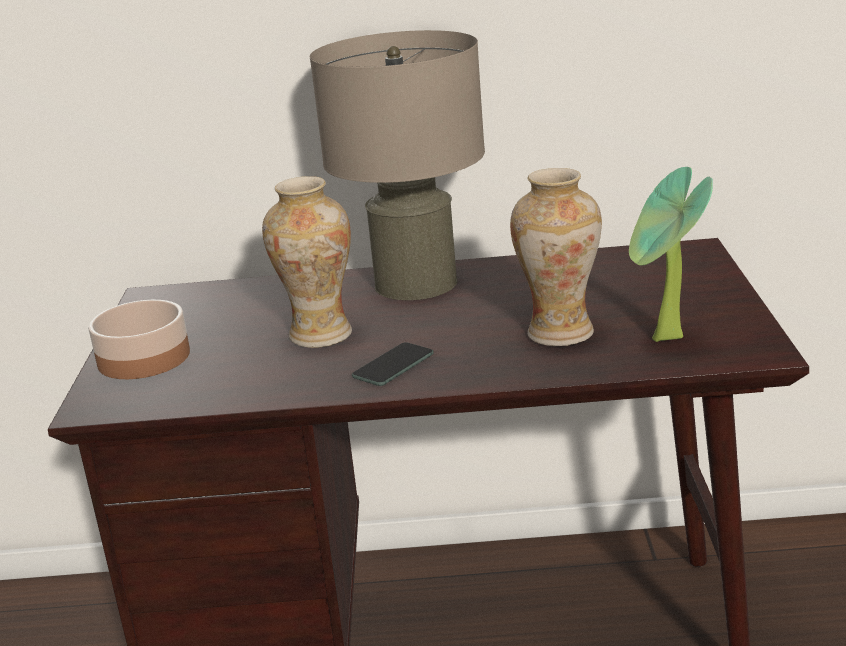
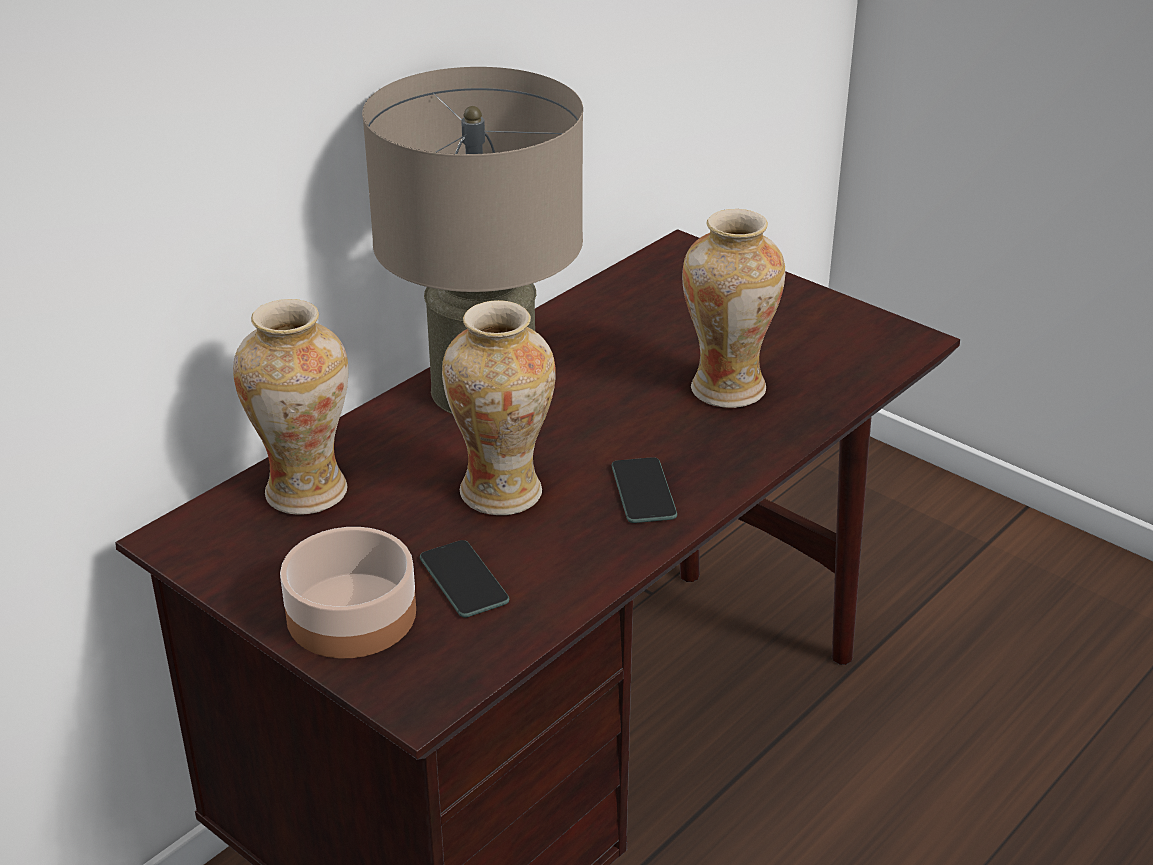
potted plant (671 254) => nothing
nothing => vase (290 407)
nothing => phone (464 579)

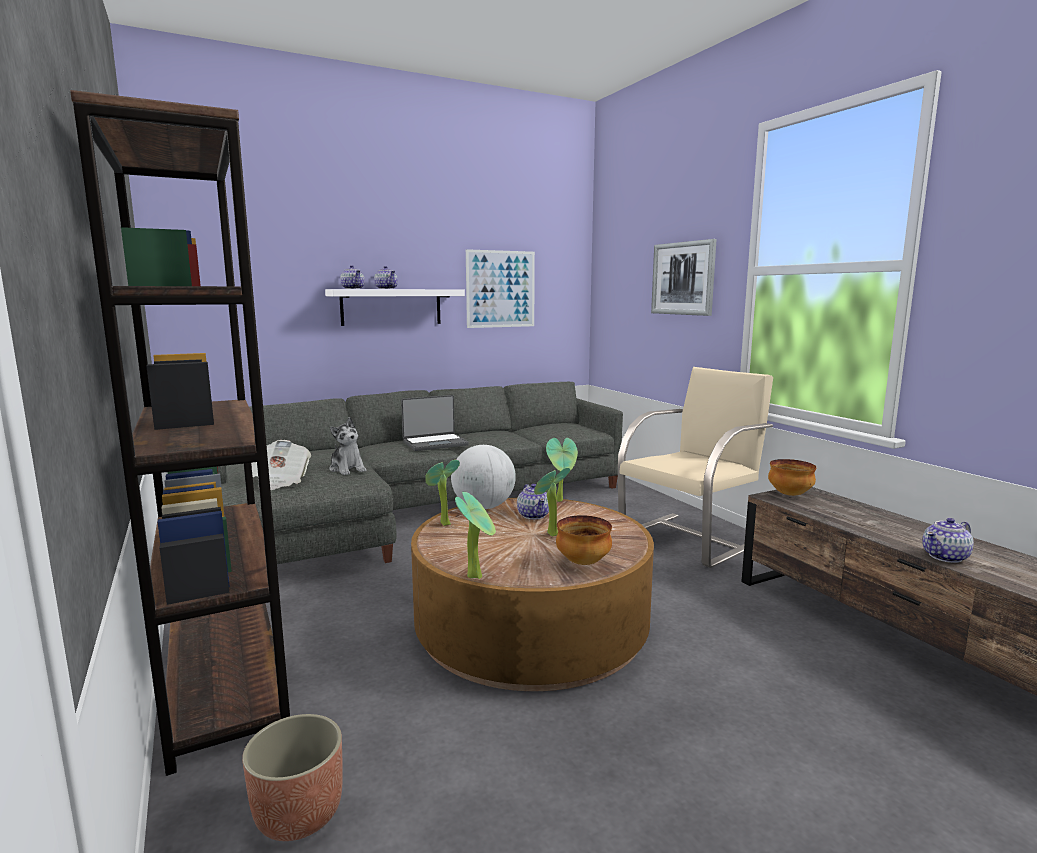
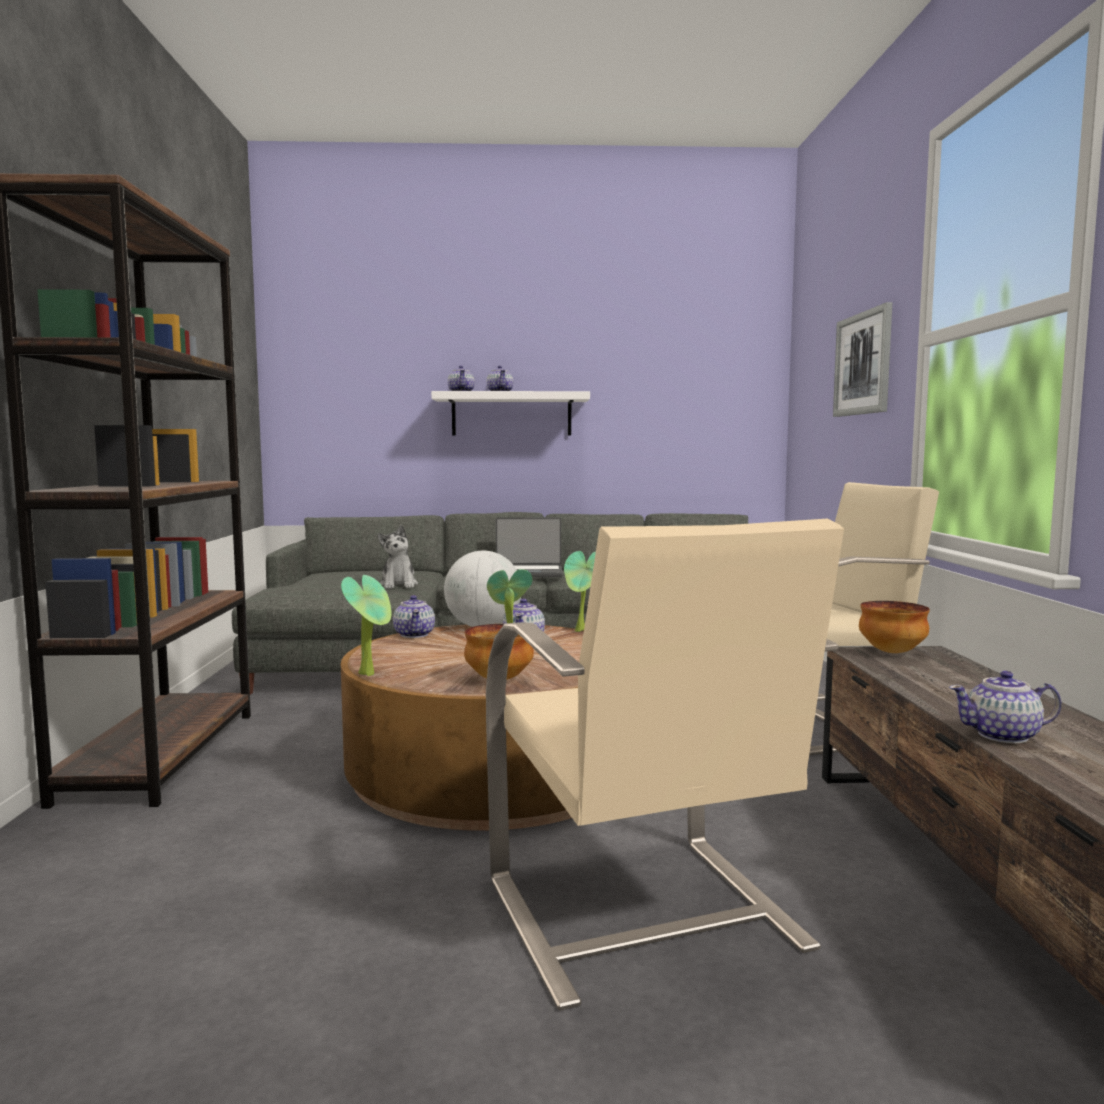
planter (292 777) => nothing
newspaper (281 465) => nothing
picture (500 288) => nothing
nothing => beige armchair (665 765)
potted plant (442 493) => teapot (414 616)

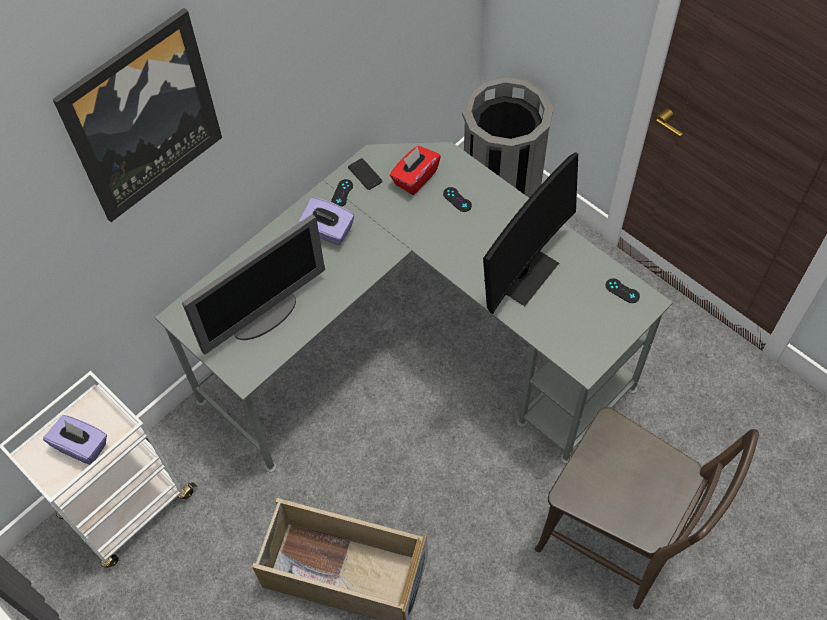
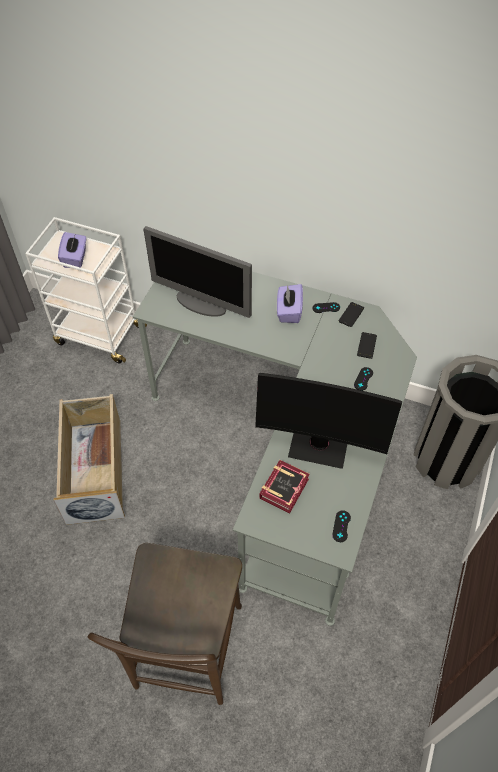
picture (137 115) => nothing
nothing => book (284 486)
red tissue box (415 170) => phone (367 345)

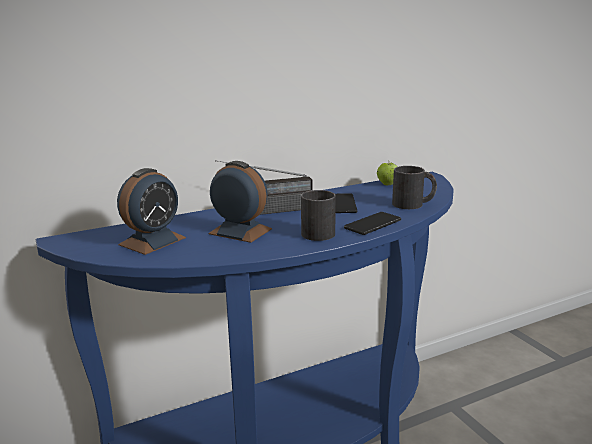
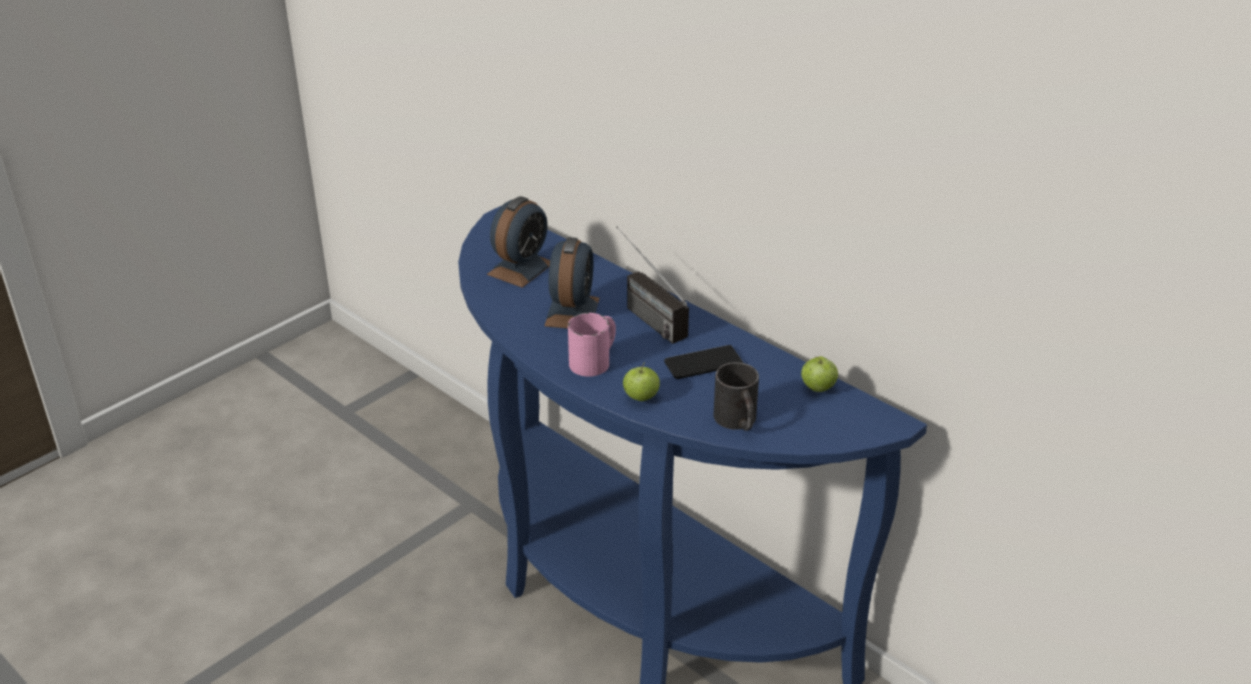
phone (372 223) => apple (641 381)
black mug (318 215) => pink mug (592 345)
alarm clock (151 211) => alarm clock (518 242), 75 degrees counterclockwise

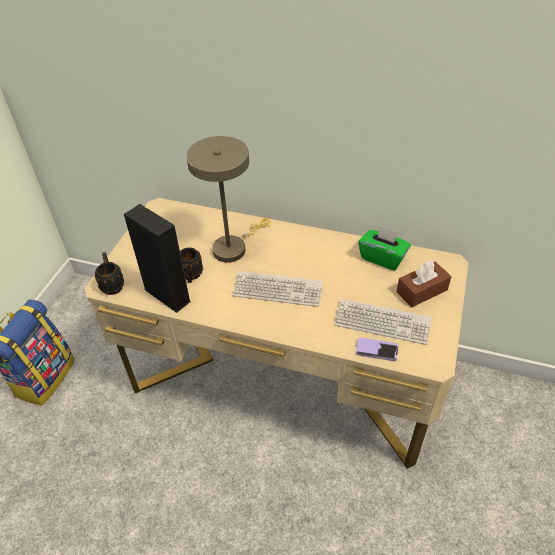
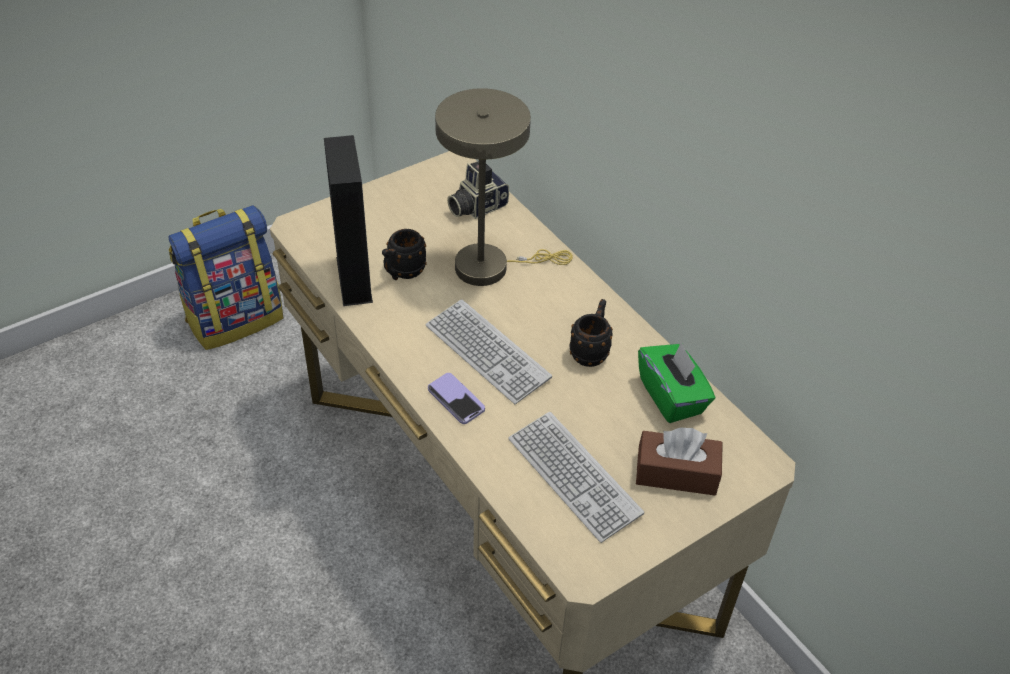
nothing => photo camera (478 190)
black mug (109 273) => black mug (591 333), move
phone (377 349) => phone (456 398), move

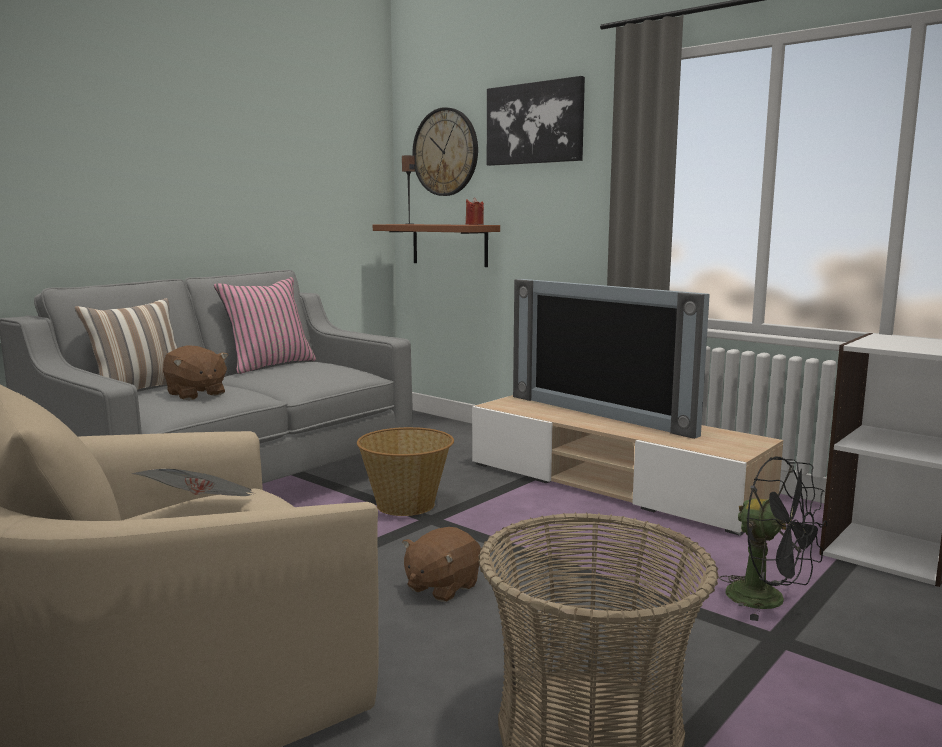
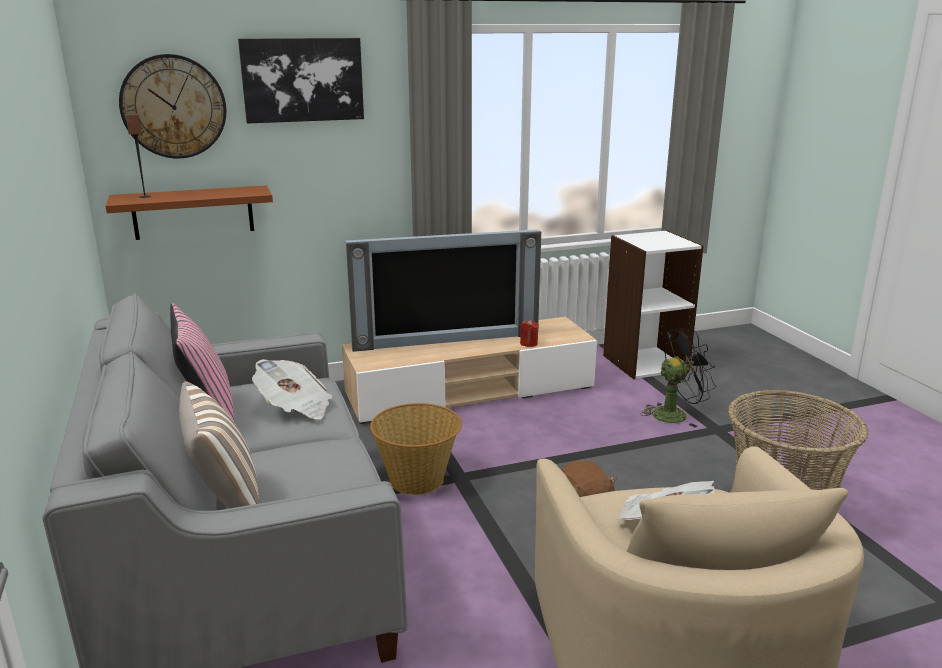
brown plush toy (195 372) => nothing
nothing => newspaper (292 389)
red candle (475 211) => red candle (529 333), move

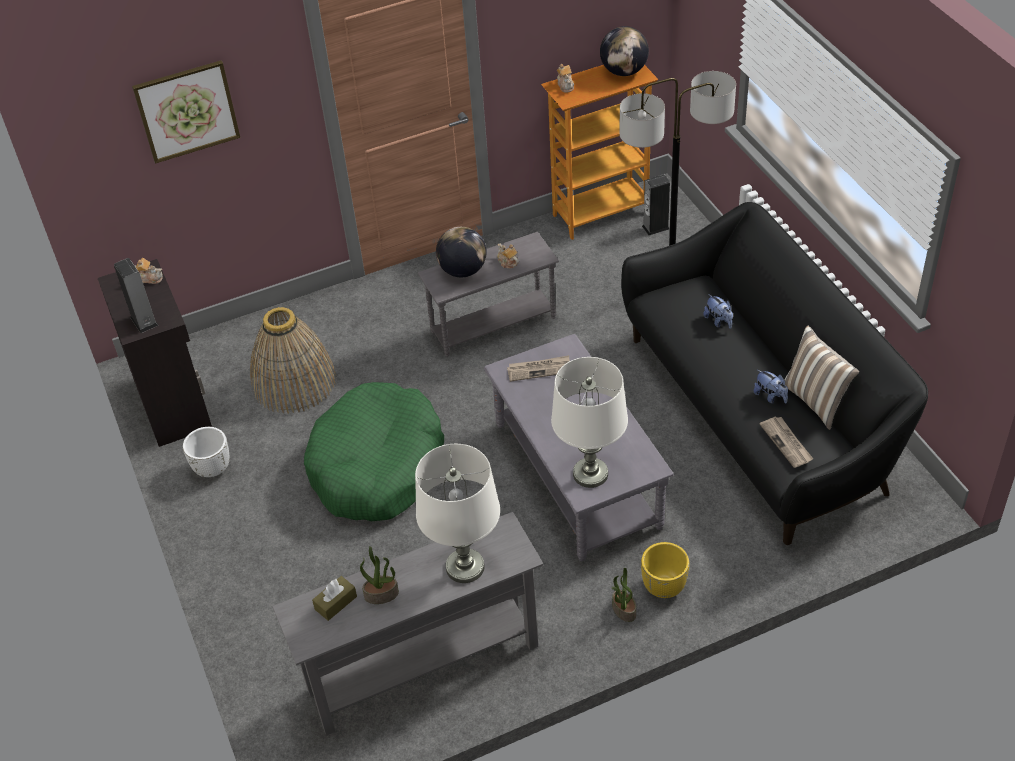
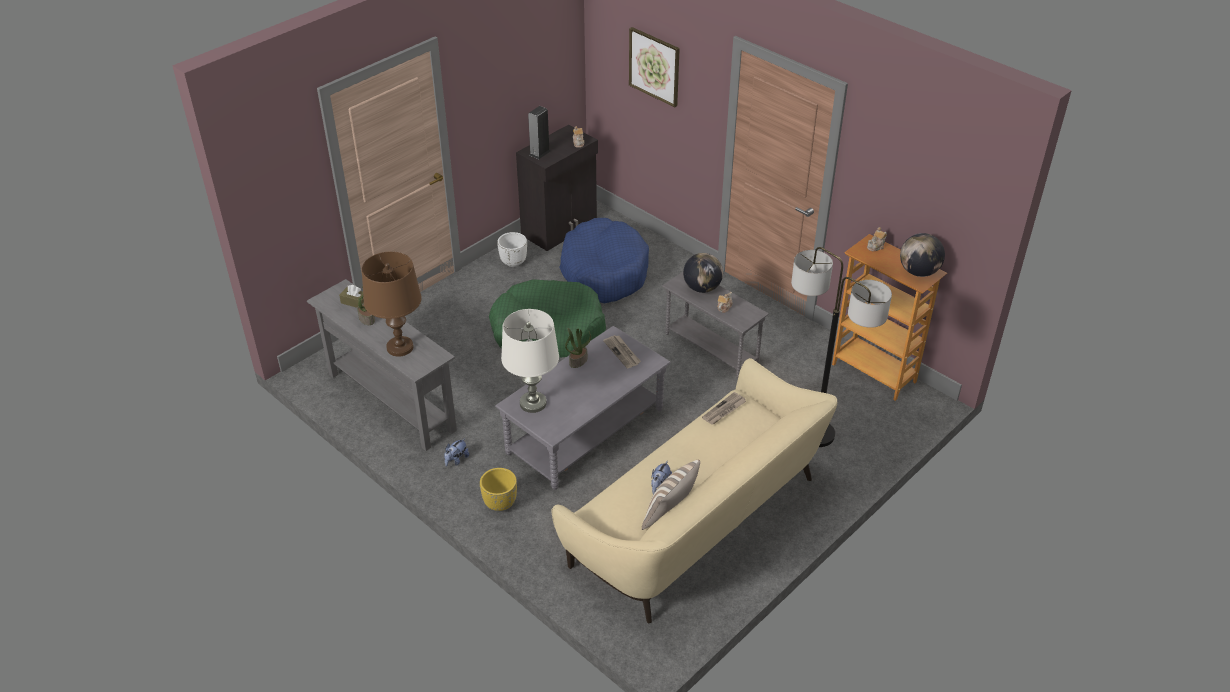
speaker (656 205) => nothing
potted plant (624 595) => potted plant (578 348), move
plush toy (718 311) => plush toy (456 452), move
newspaper (786 442) => newspaper (724 408), move
basket (293 360) => blue dog bed (604 260)
white table lamp (457 513) => brown table lamp (392 304)
black sofa (774 373) => beige sofa (694 490)

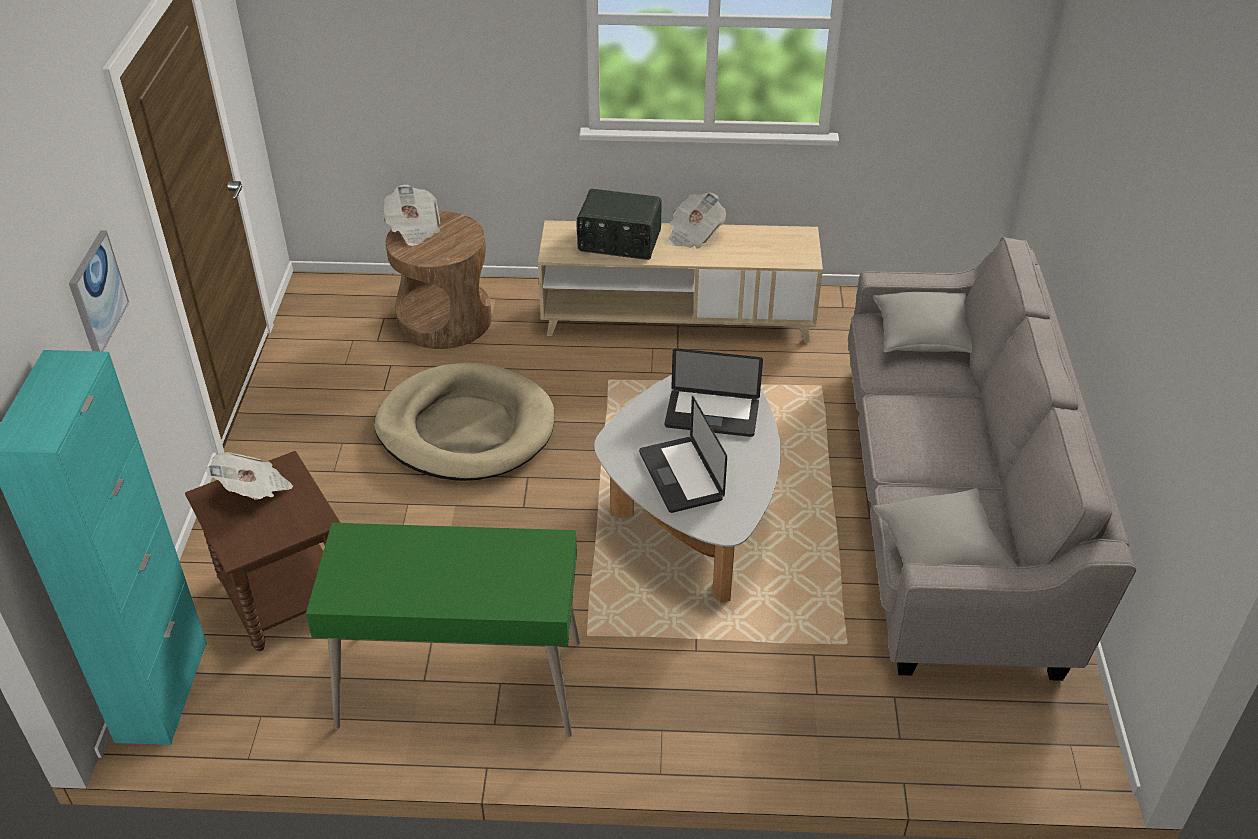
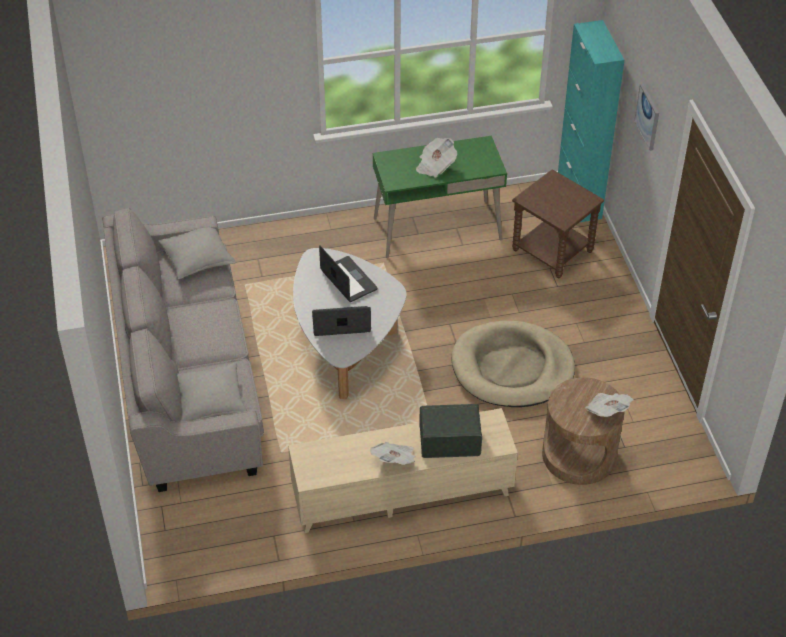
newspaper (249 476) => newspaper (436 157), move

